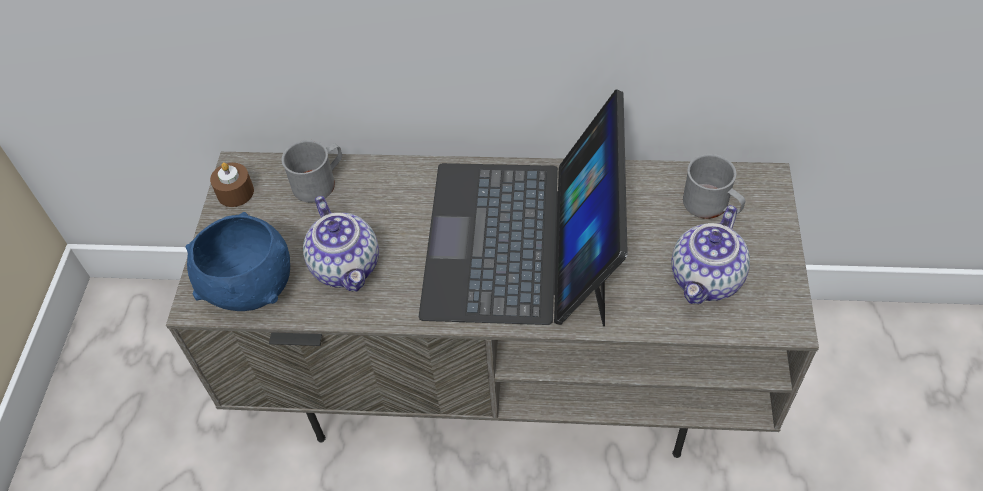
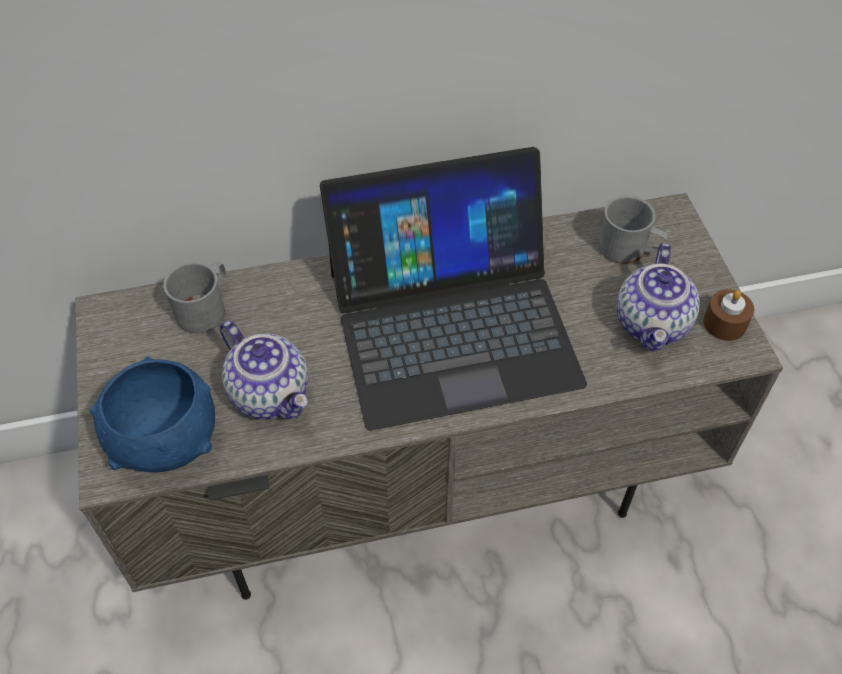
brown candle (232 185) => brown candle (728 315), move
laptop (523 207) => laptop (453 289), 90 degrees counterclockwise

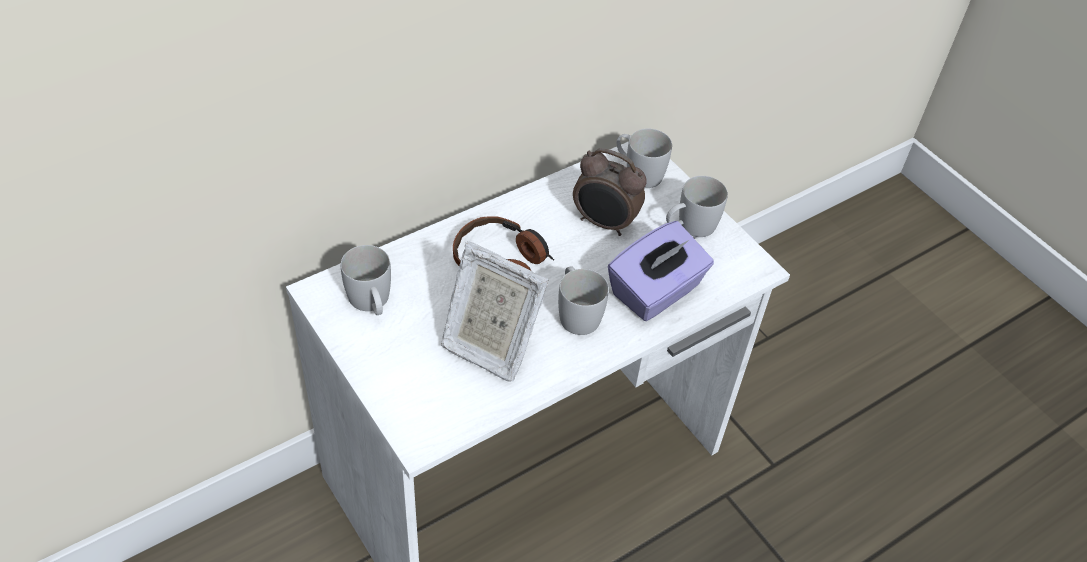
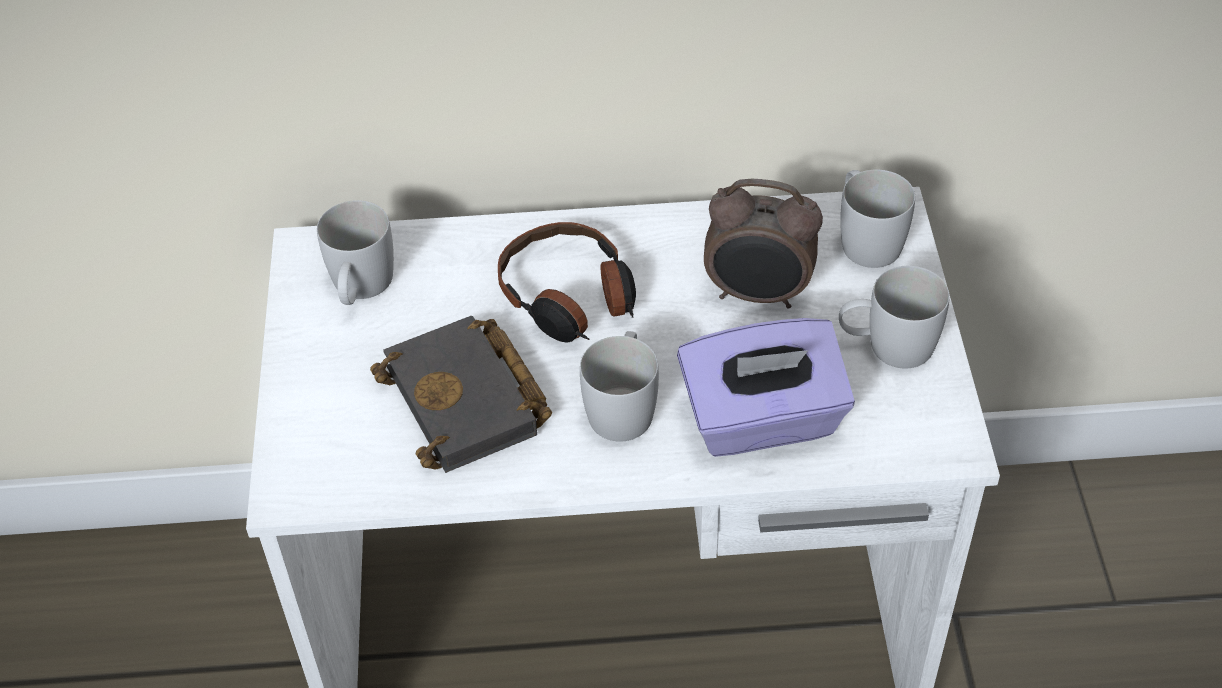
picture frame (495 311) => black book (461 394)
alarm clock (610 192) => alarm clock (763 244), 45 degrees counterclockwise

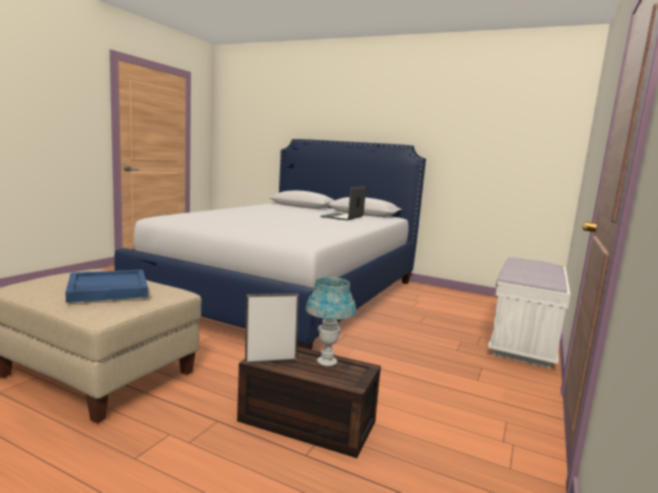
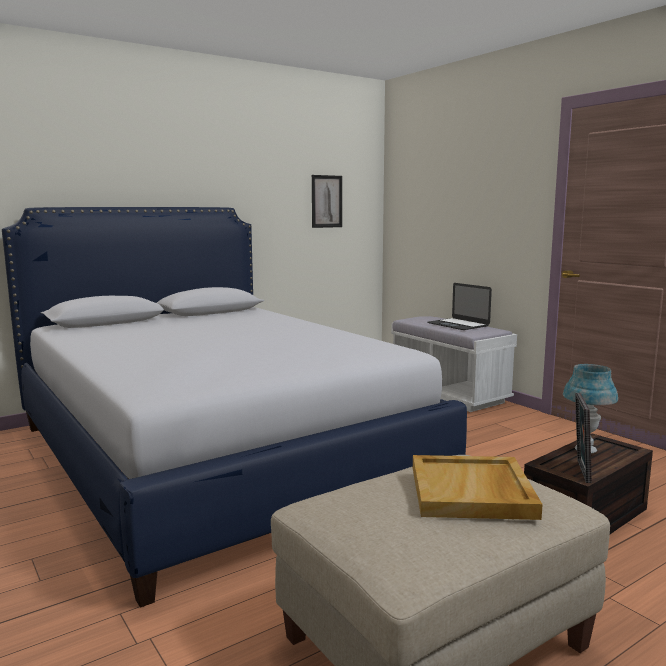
nothing => picture (327 201)
laptop (343 203) => laptop (460 306), move
blue tray (106 286) => beige tray (478 487)

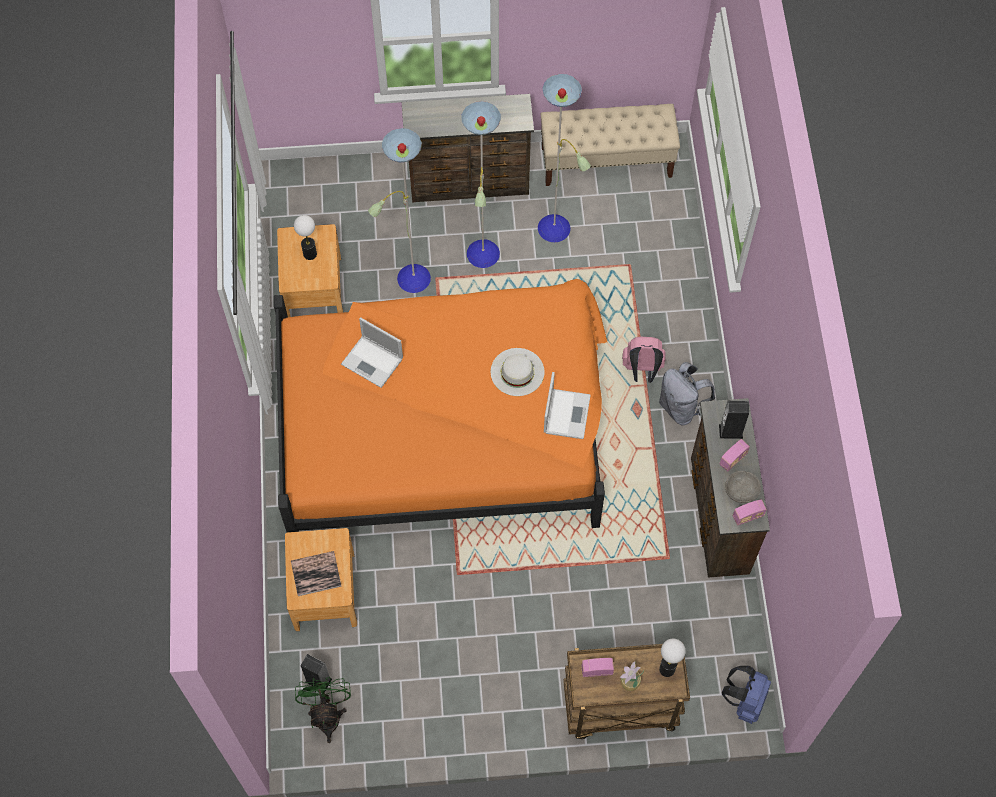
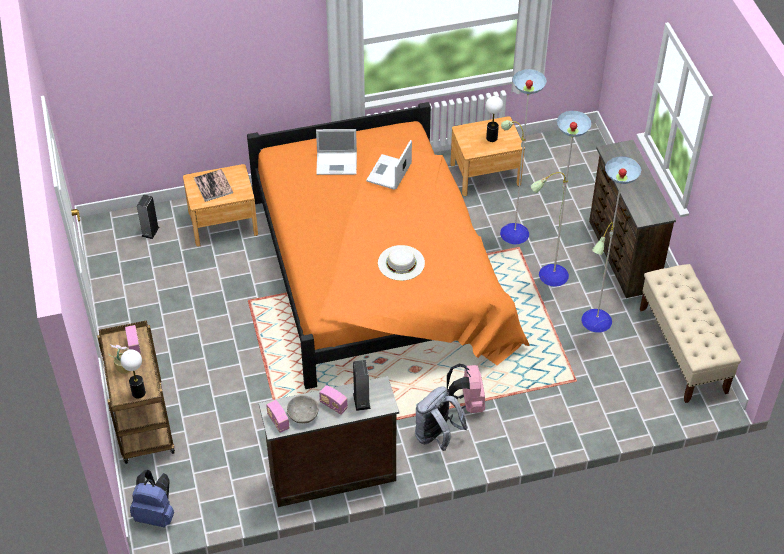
green fan (323 710) => nothing
laptop (567 405) => laptop (336 152), move

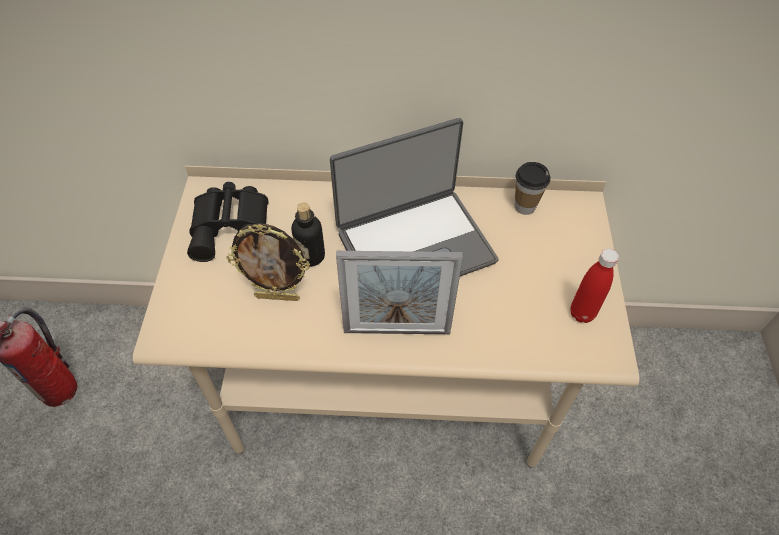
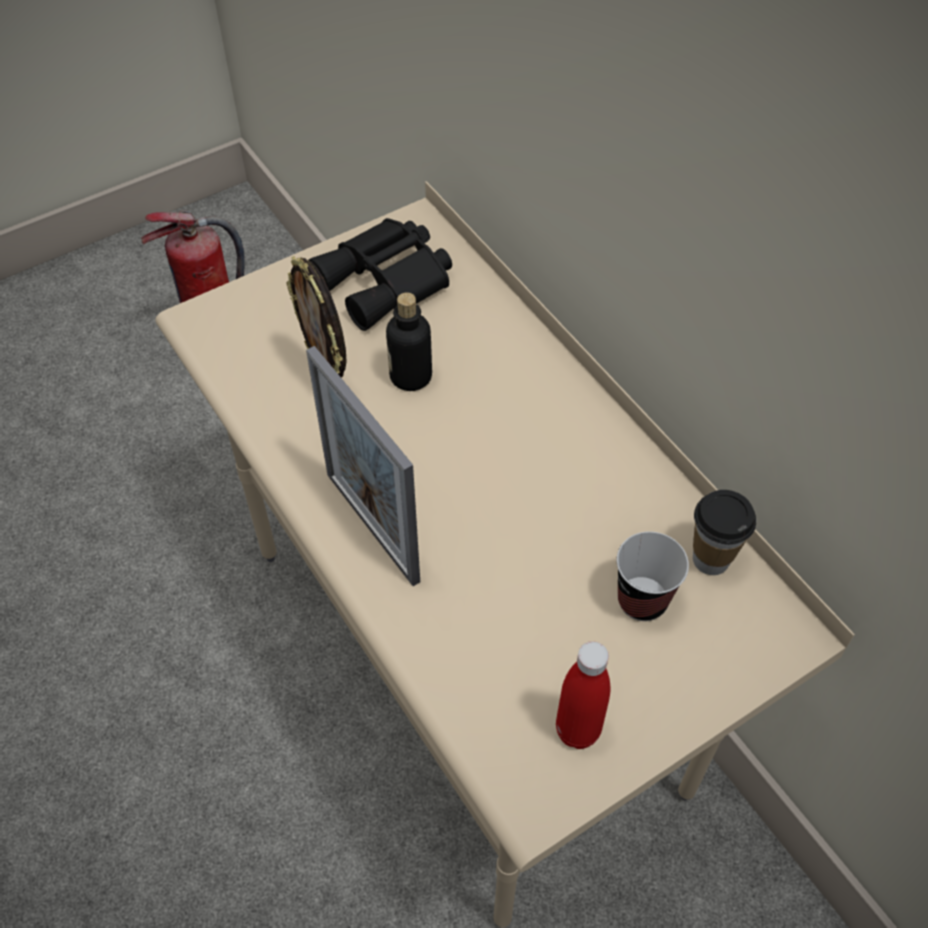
laptop (414 197) => nothing
nothing => cup (653 576)

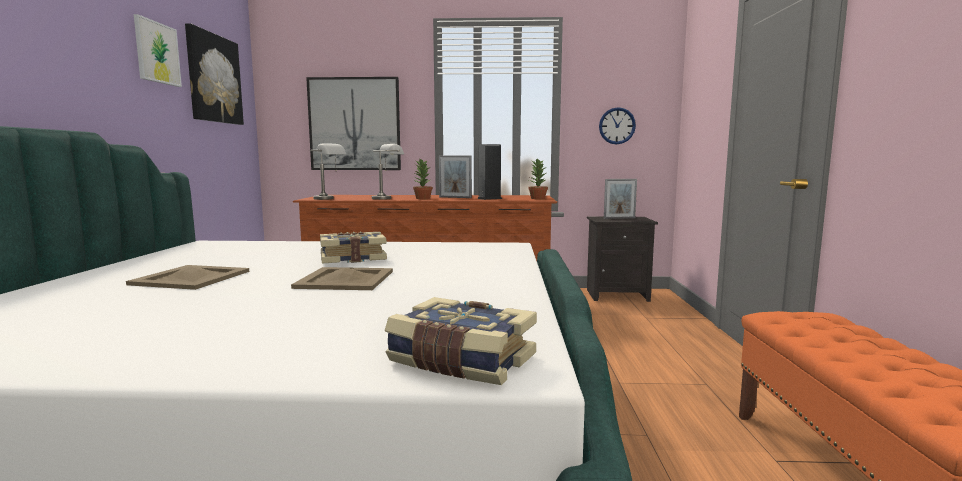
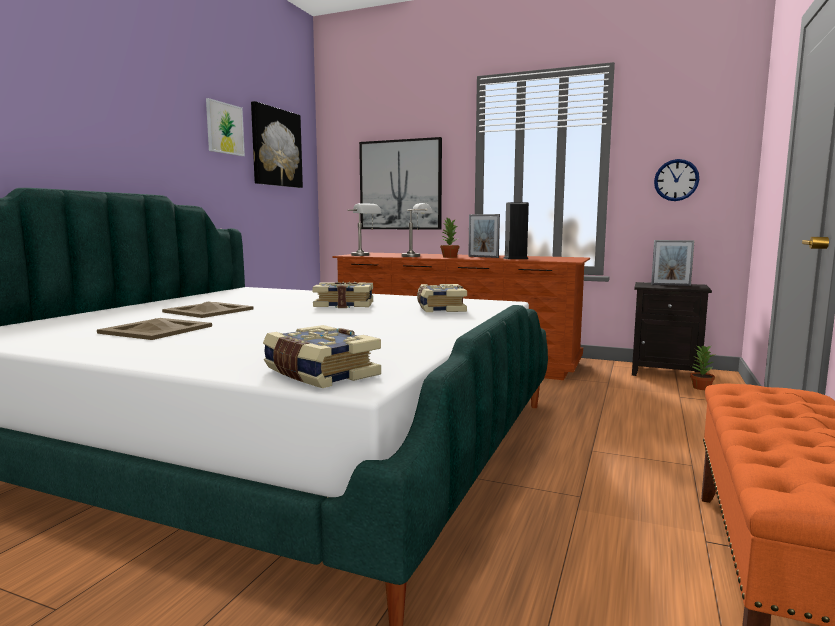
nothing => book (442 298)
beige tray (342 278) => beige tray (154 329), move
potted plant (538 179) => potted plant (703 367), move

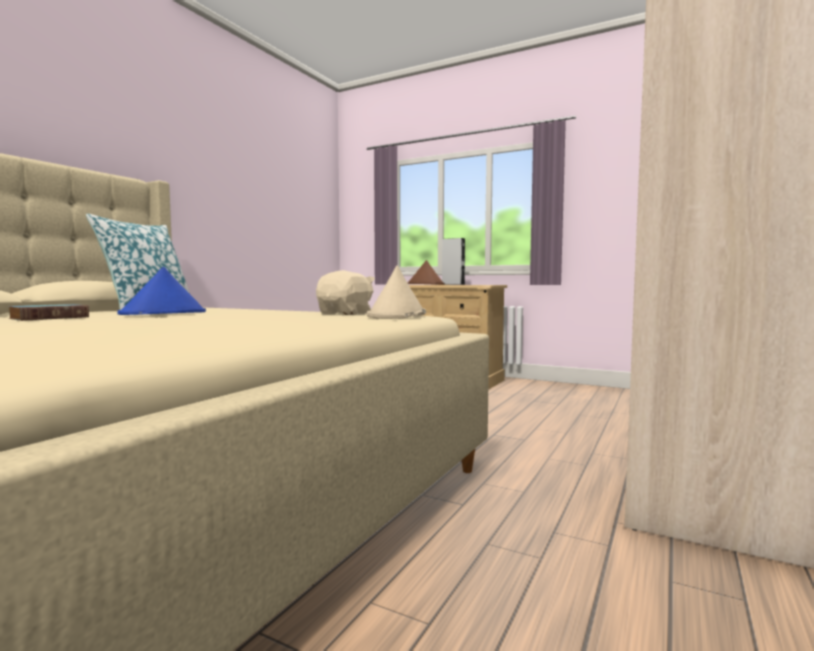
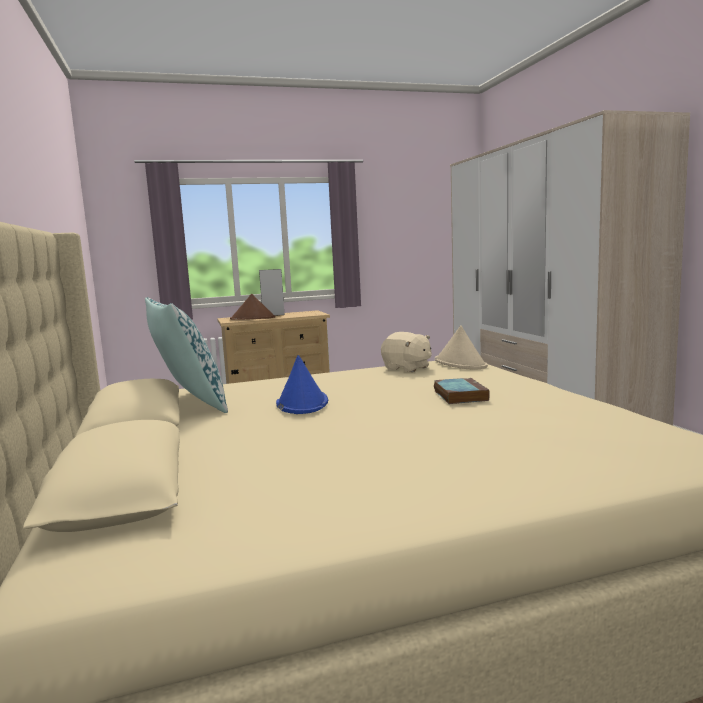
book (48 312) => book (462 391), move
beige plush toy (345 292) => beige plush toy (406 352), 150 degrees clockwise

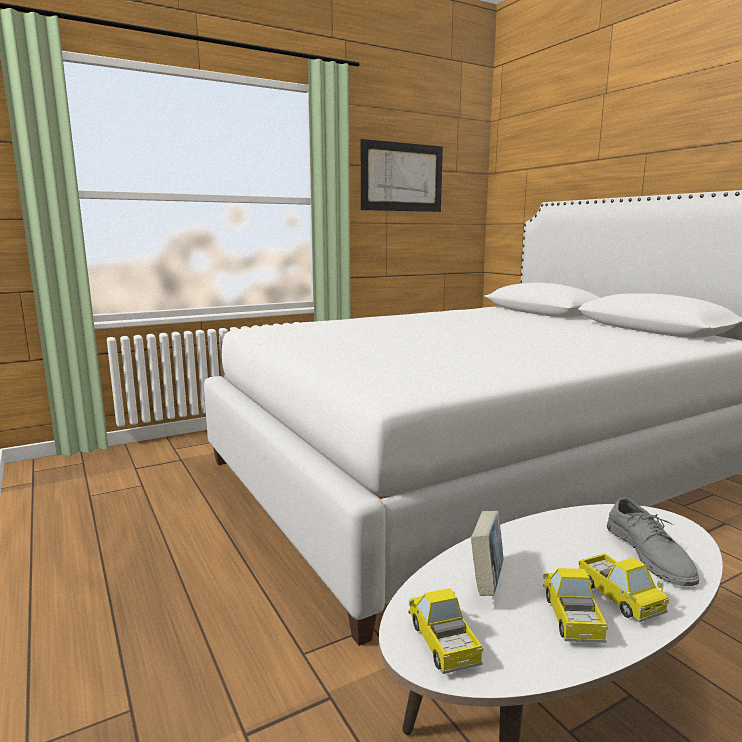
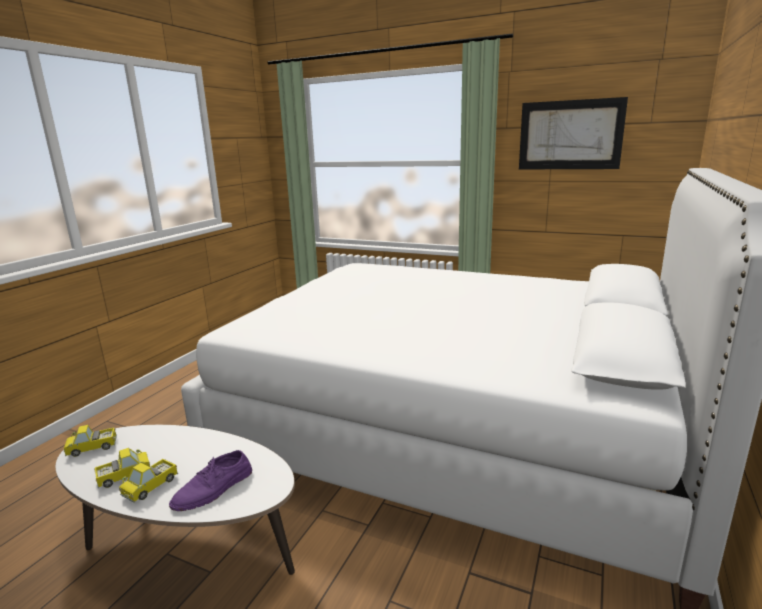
book (487 553) => nothing
grey shoe (653 541) => purple shoe (210 480)
toy truck (445 631) => toy truck (90 441), 150 degrees counterclockwise

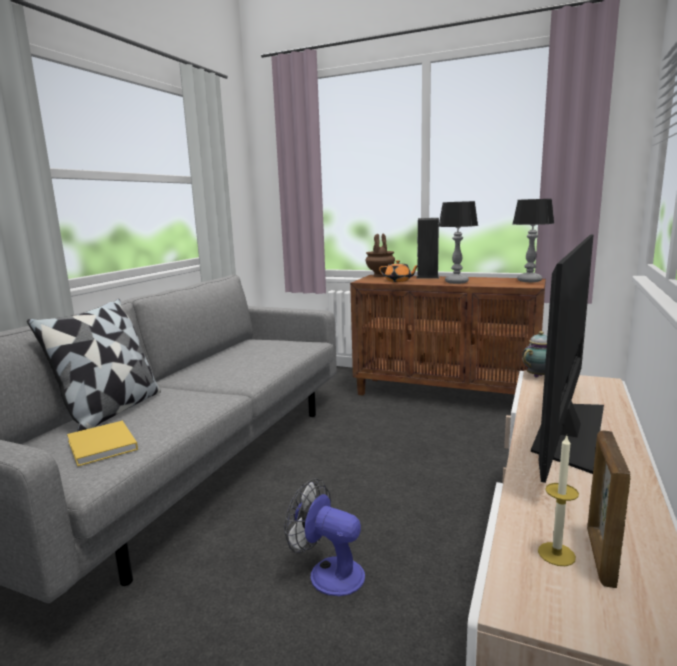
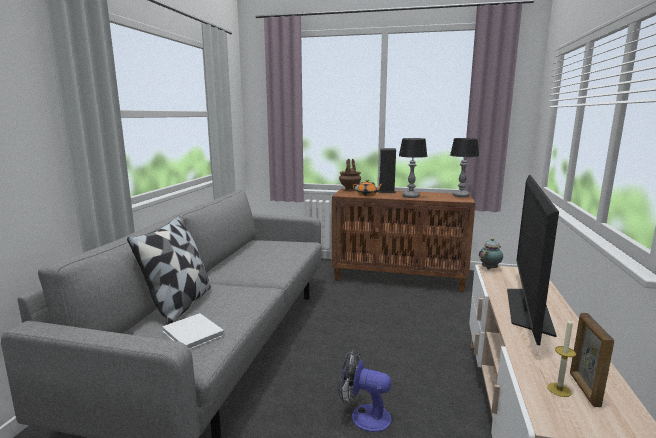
yellow book (102 443) => white book (193 331)

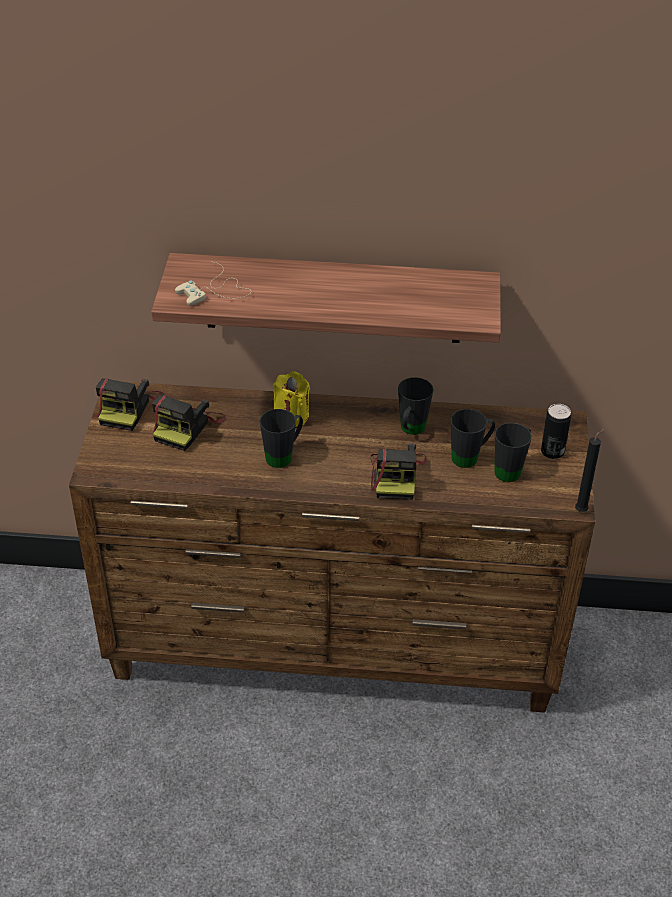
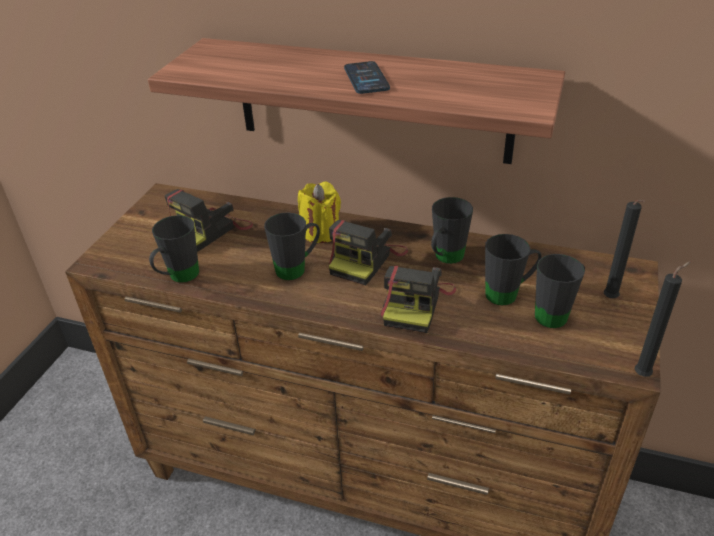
beige game controller (213 284) => nothing
nothing => black mug (174 249)
nothing => phone (367 77)
photo camera (130 404) => photo camera (368 252), move
can (556 431) => black candle (624 249)

